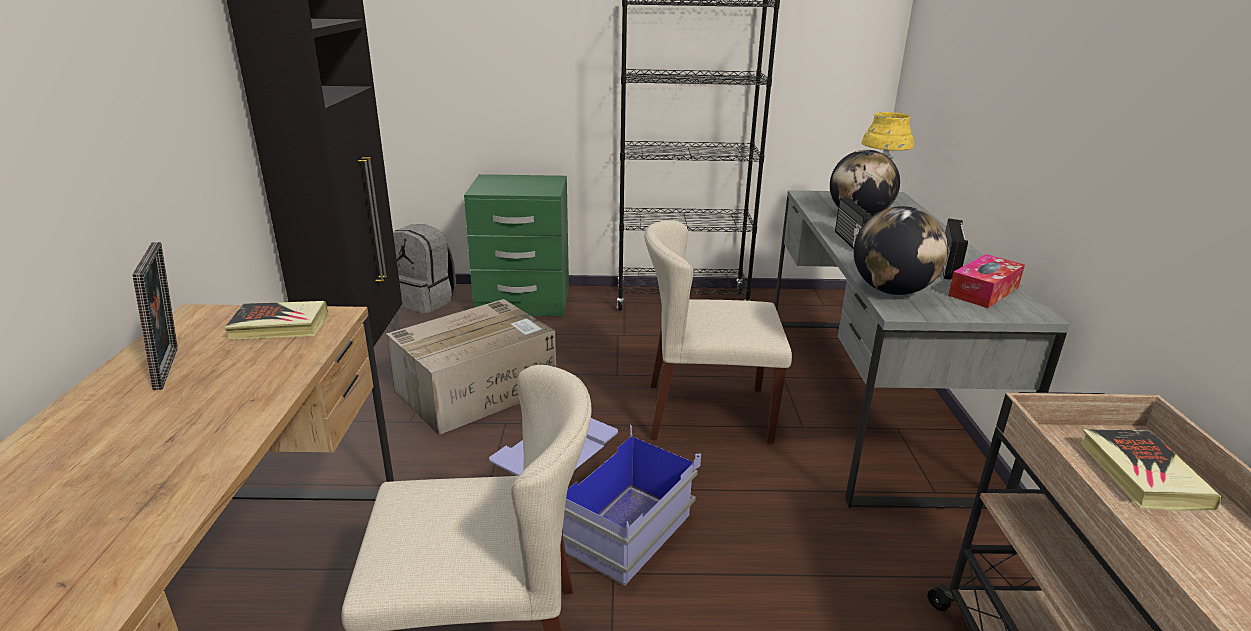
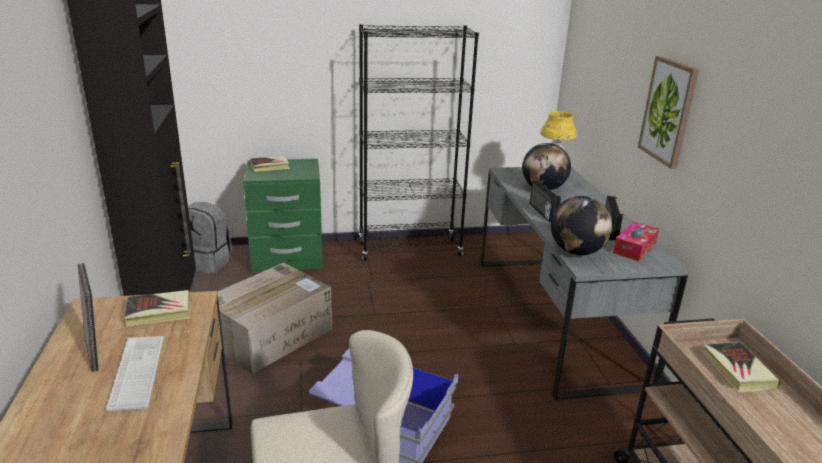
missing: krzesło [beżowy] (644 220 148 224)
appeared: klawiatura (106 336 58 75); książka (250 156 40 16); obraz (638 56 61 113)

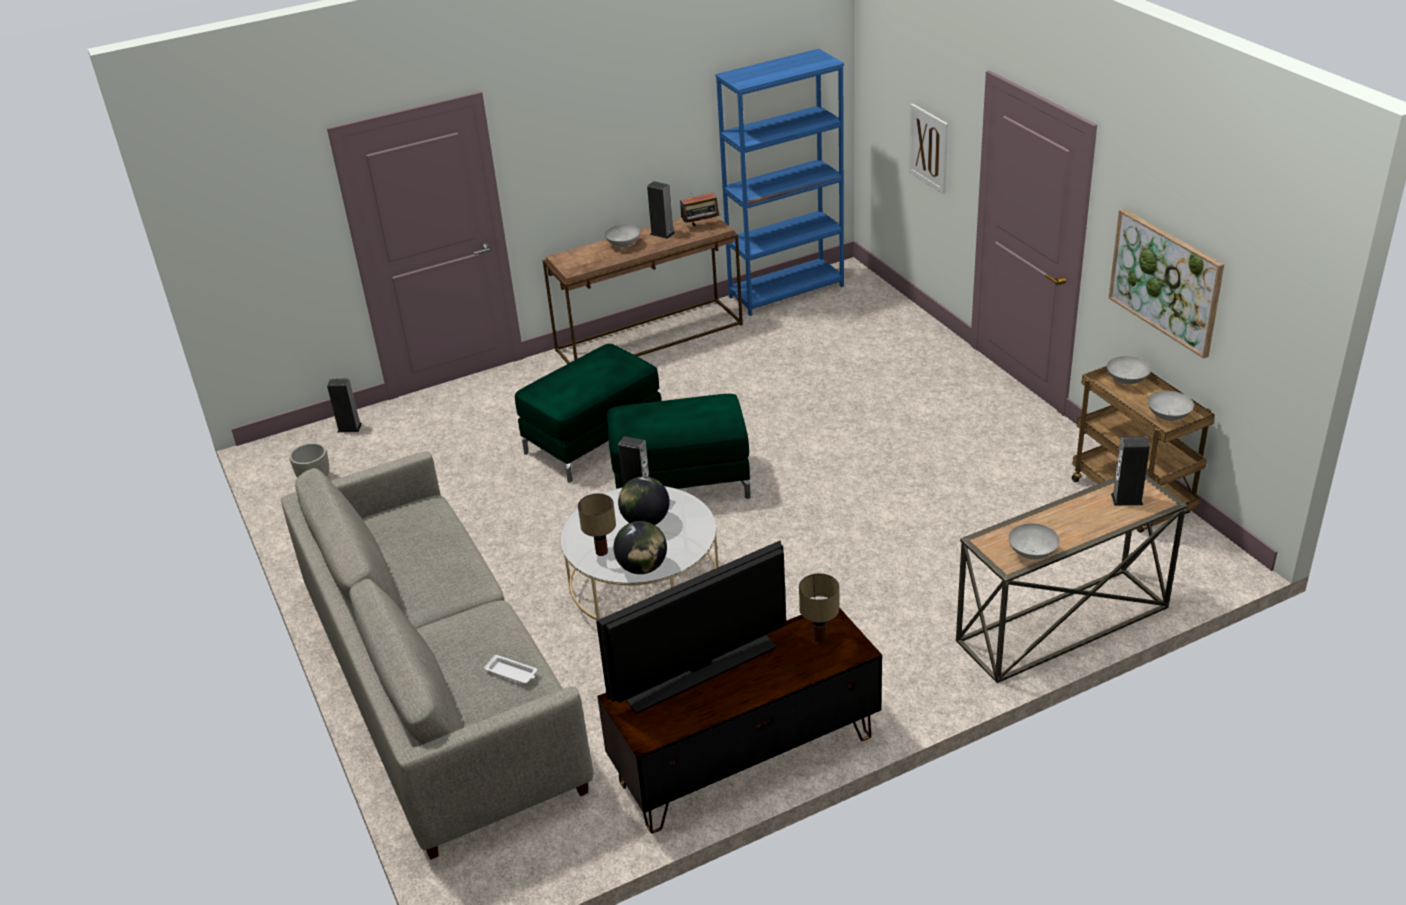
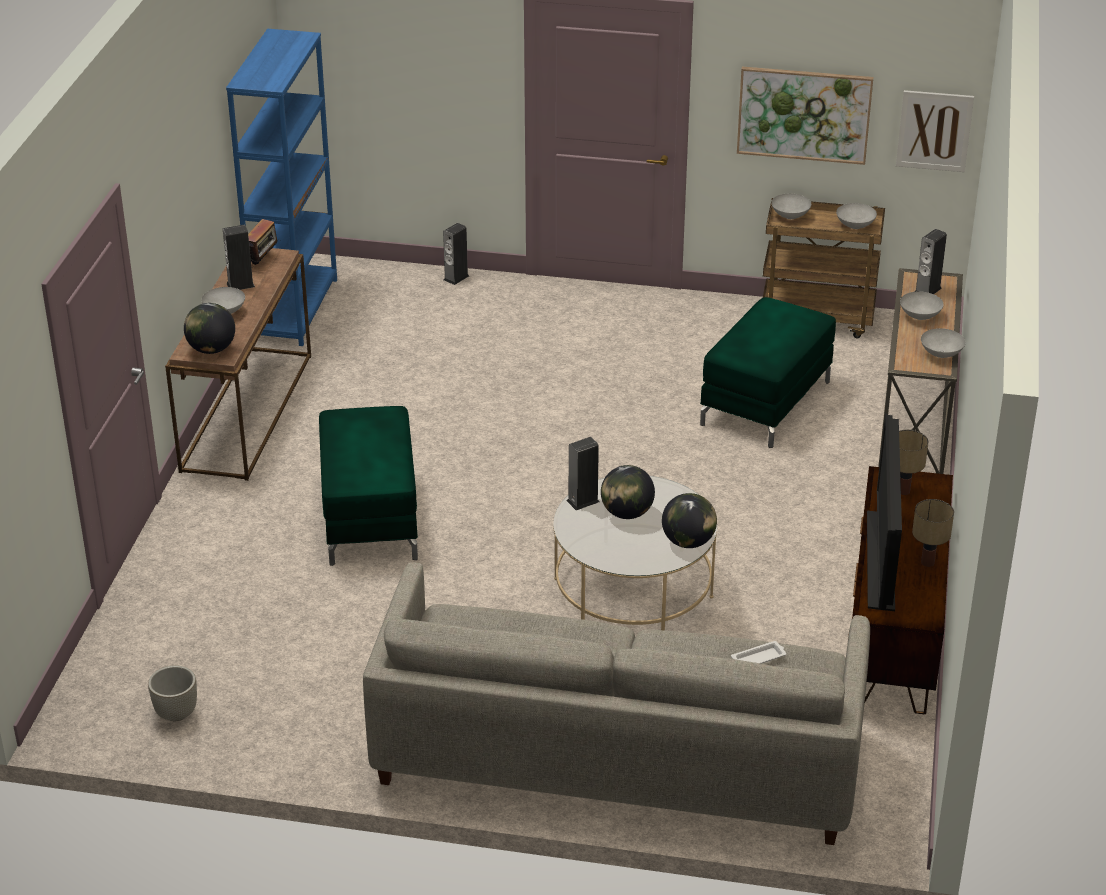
appeared: globus (184 303 51 51); miska [szary] (900 291 44 29)
relocated: głośnik (327 378 35 55) to (443 223 26 62); lampa stołowa (578 493 38 63) to (912 499 42 68); pufa [zielony] (607 394 144 105) to (700 297 136 151); obraz (909 104 39 90) to (896 90 78 82)

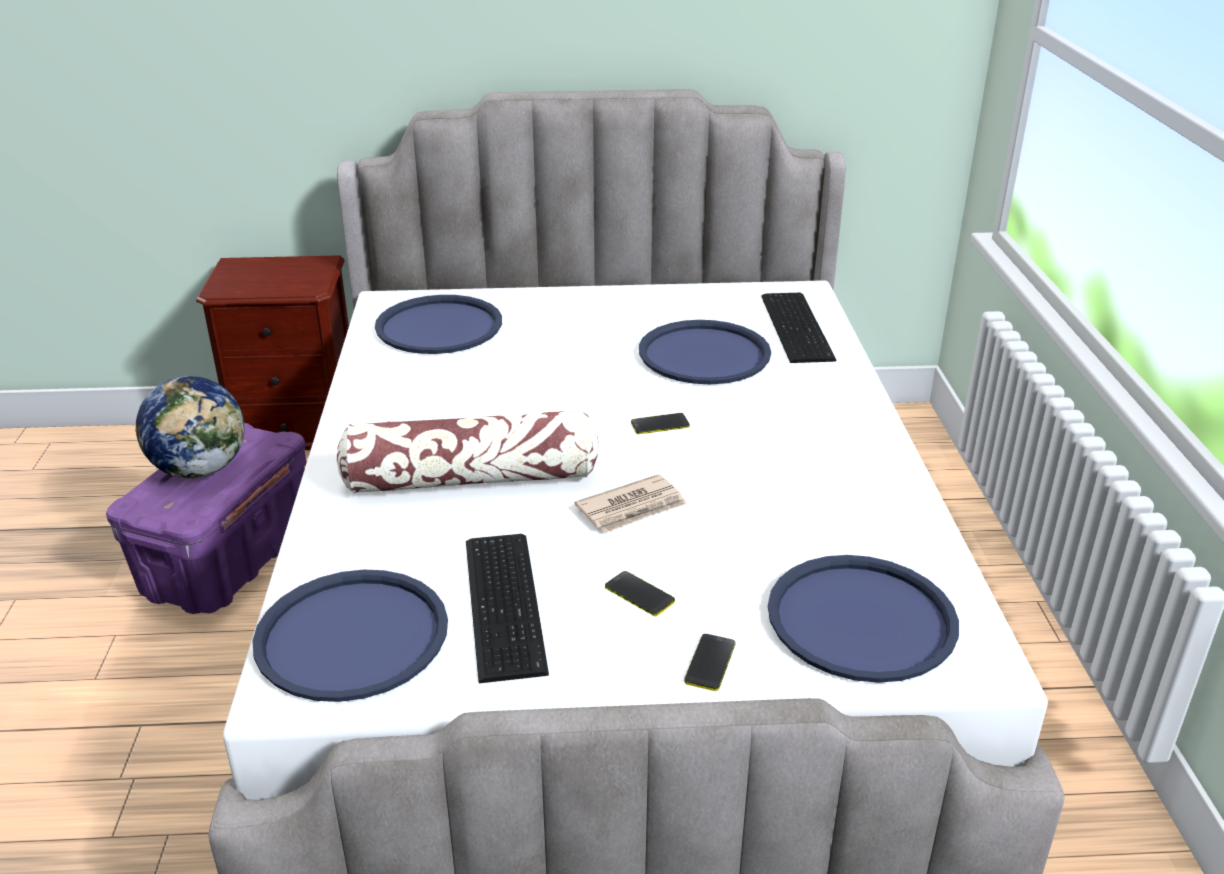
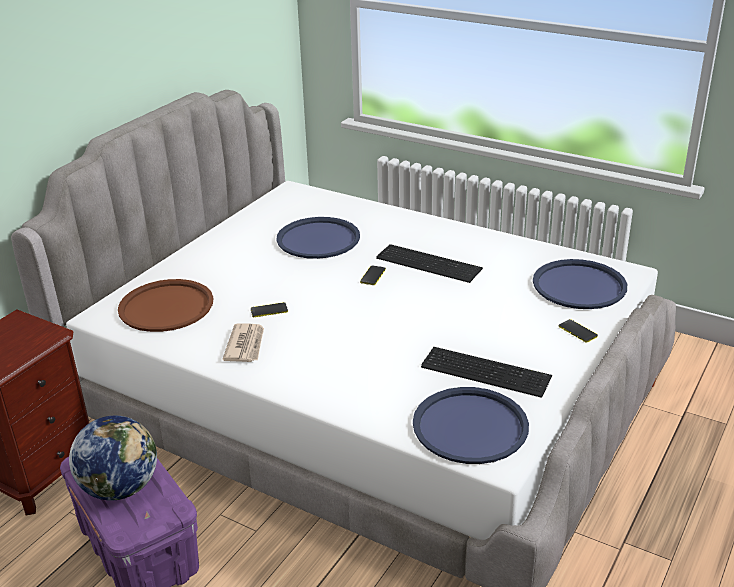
missing: poduszka (337 409 262 85)
relocated: gazeta (575 474 112 59) to (222 324 42 38); telefon (605 571 70 45) to (251 302 37 15); klawiatura (761 293 75 70) to (376 244 107 39)
colour: taca [niebieski] (375 295 127 59) to taca [brązowy] (118 279 95 53)

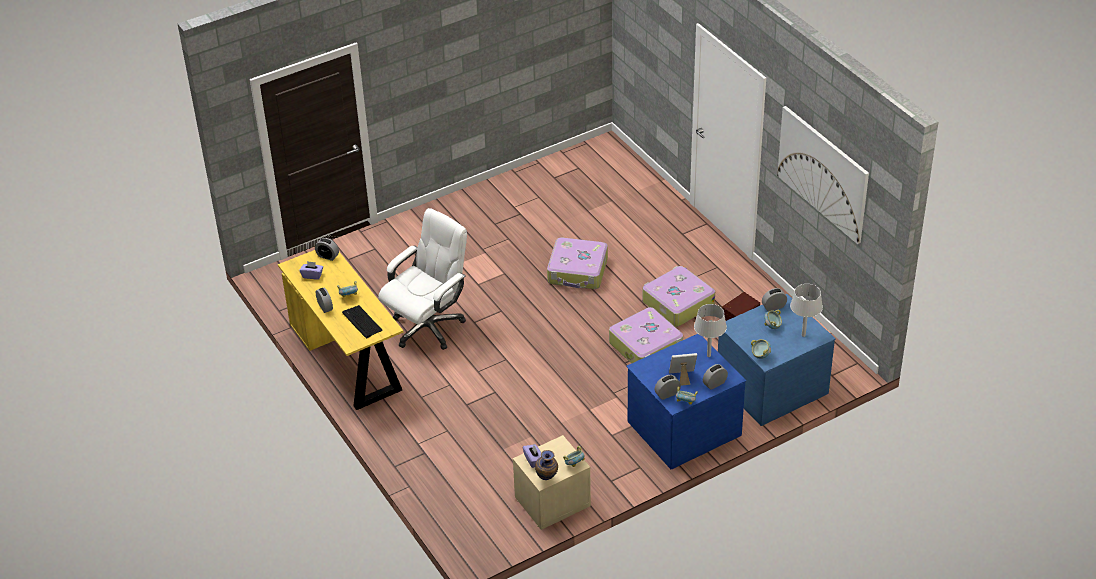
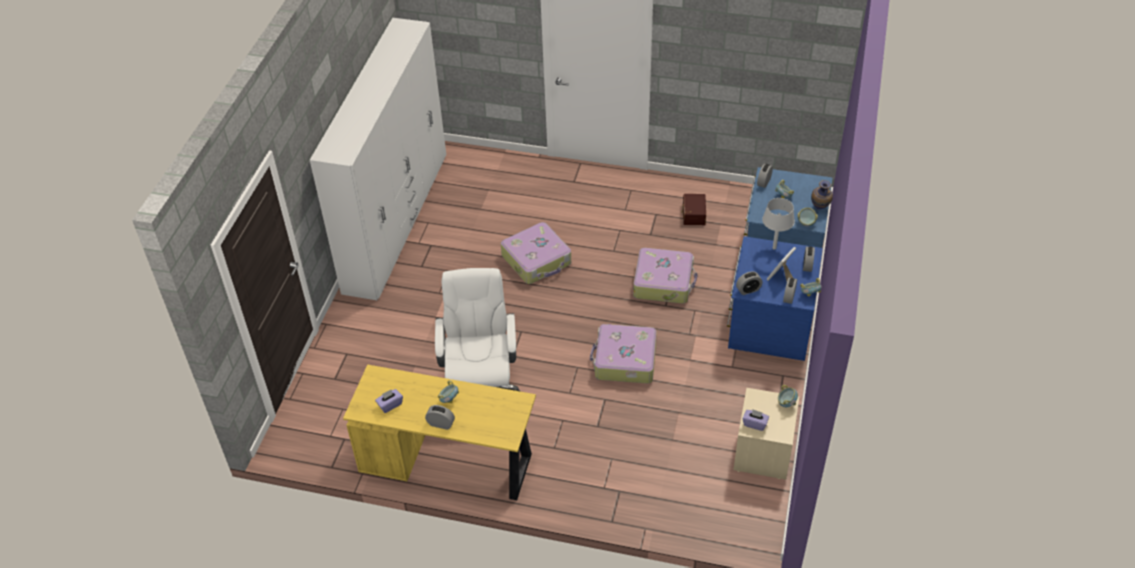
missing: klawiatura (342 305 41 33); obraz (777 106 92 138); lampa stołowa [szary] (790 284 33 53)
appeared: szafa [biały] (310 18 136 282)
relocated: budzik (315 238 24 23) to (736 271 27 24); wazon (535 450 23 30) to (811 180 22 30); walizka (642 266 73 61) to (590 324 67 59)

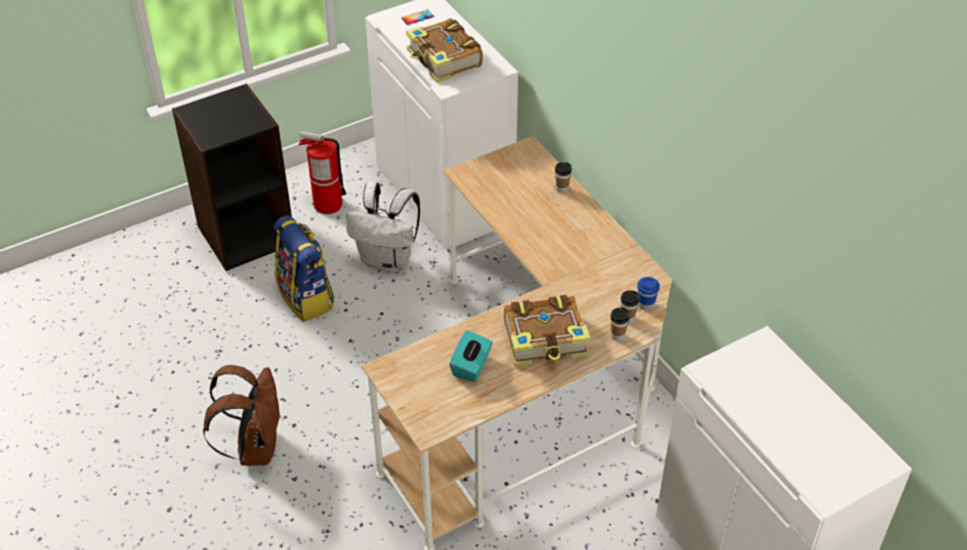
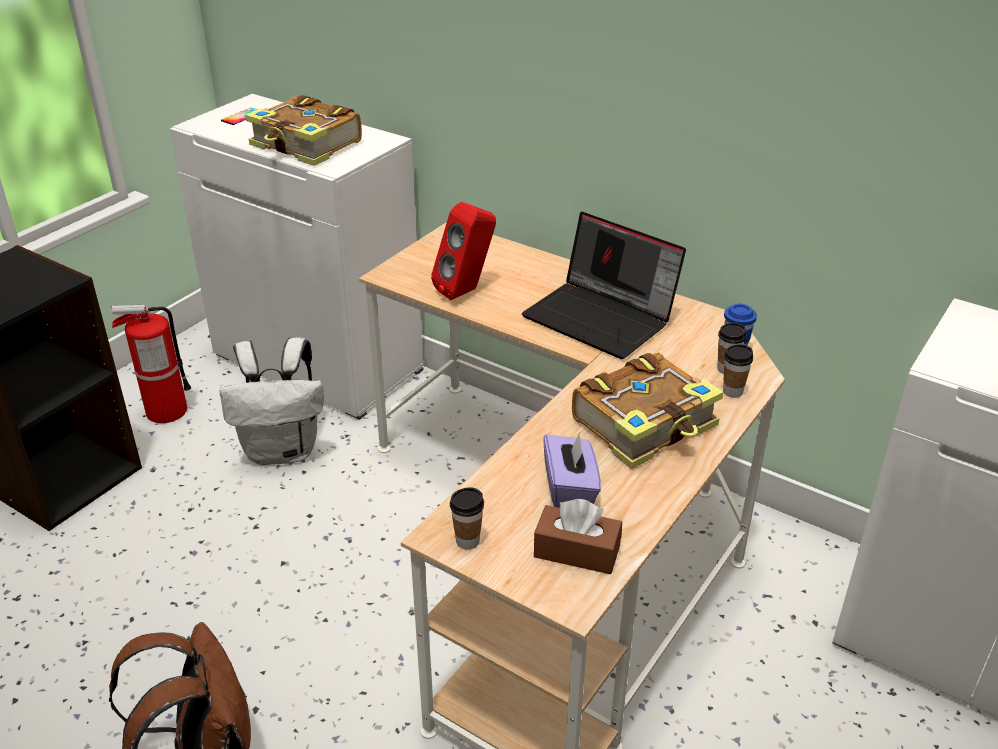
missing: plecak (274 215 60 107)
appeared: głośnik [czerwony] (431 202 65 98); laptop (522 212 164 147); pudełko chusteczek [brązowy] (534 499 88 75)
relocated: filiżanka (555 162 17 31) to (450 487 34 63)
colour: pudełko chusteczek [turkusowy] (449 330 44 52) to pudełko chusteczek [fioletowy] (543 433 58 75)

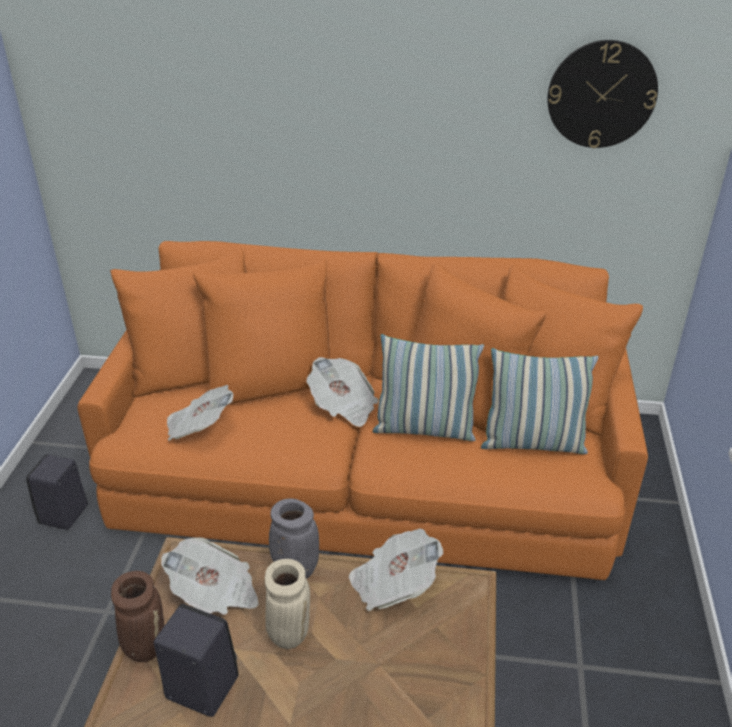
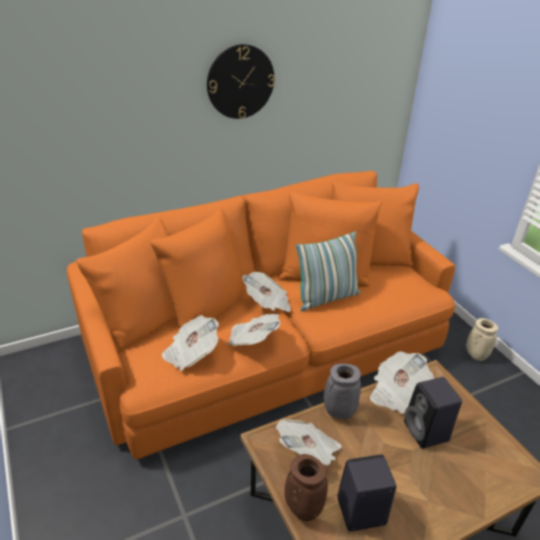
missing: poduszka (481 348 118 106)
appeared: gazeta (227 314 54 32)
relocated: głośnik [czarny] (26 454 62 76) to (404 377 58 72); wazon [beżowy] (265 559 45 90) to (466 318 32 43); zegar ścienny (547 40 111 108) to (207 44 68 75)

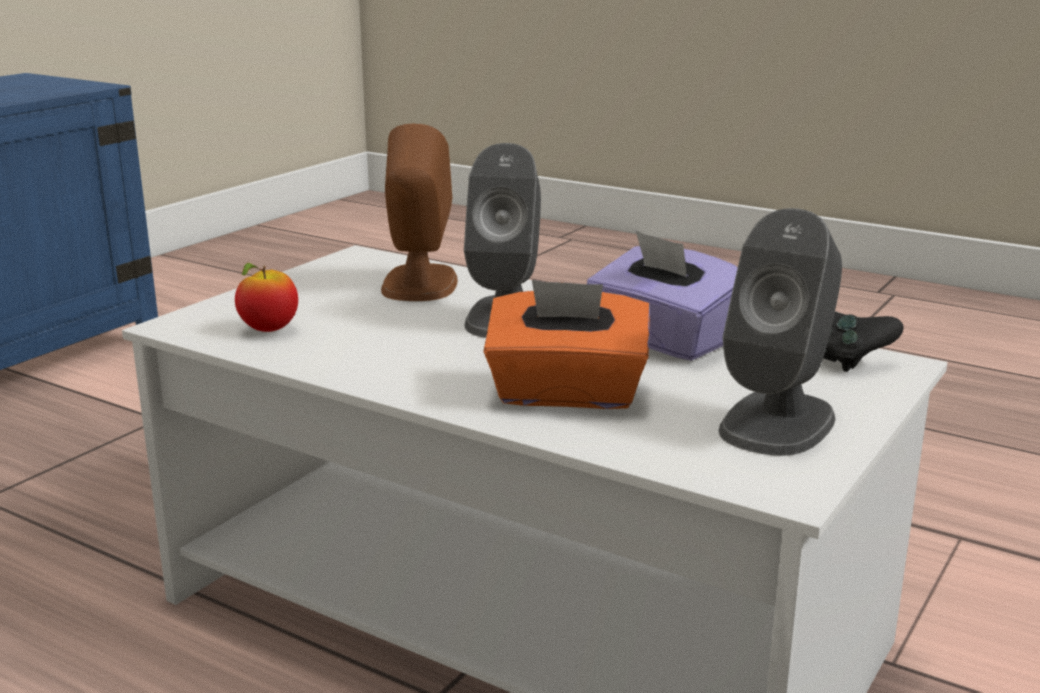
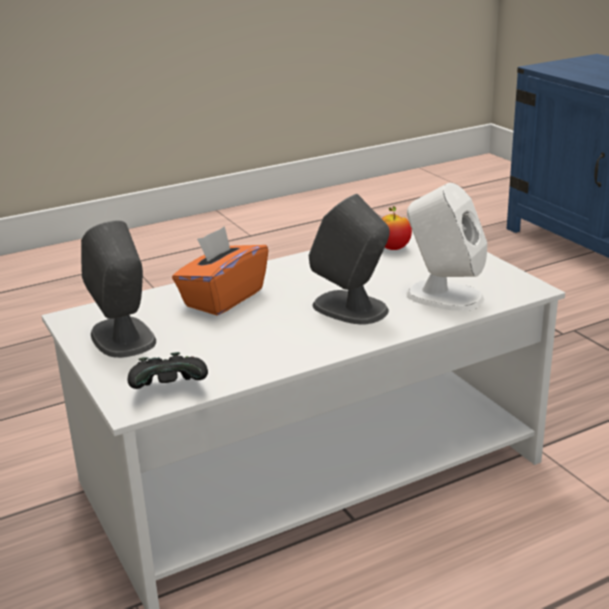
missing: pudełko chusteczek [fioletowy] (587 230 151 131)
colour: głośnik [brązowy] (381 124 77 177) to głośnik [biały] (406 183 81 128)

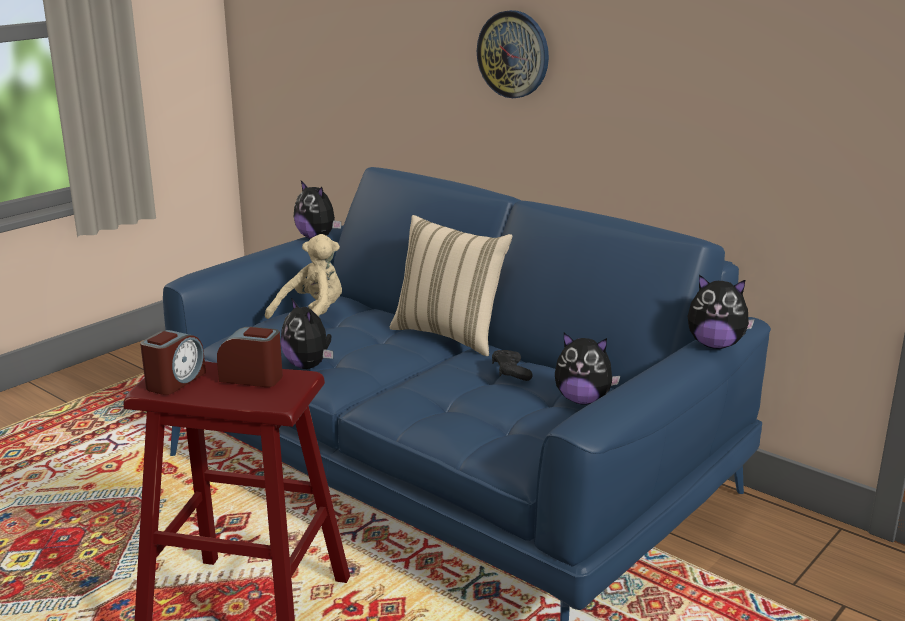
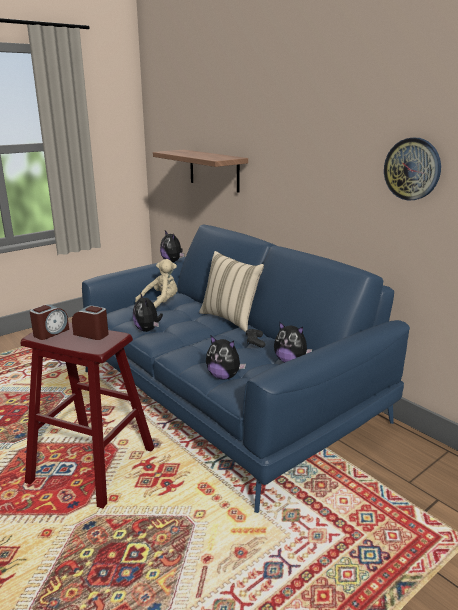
appeared: półka (153 150 95 43)
relocated: zegar ścienny (477 10 72 88) to (384 138 57 63); pluszak (688 274 67 75) to (206 336 40 44)

